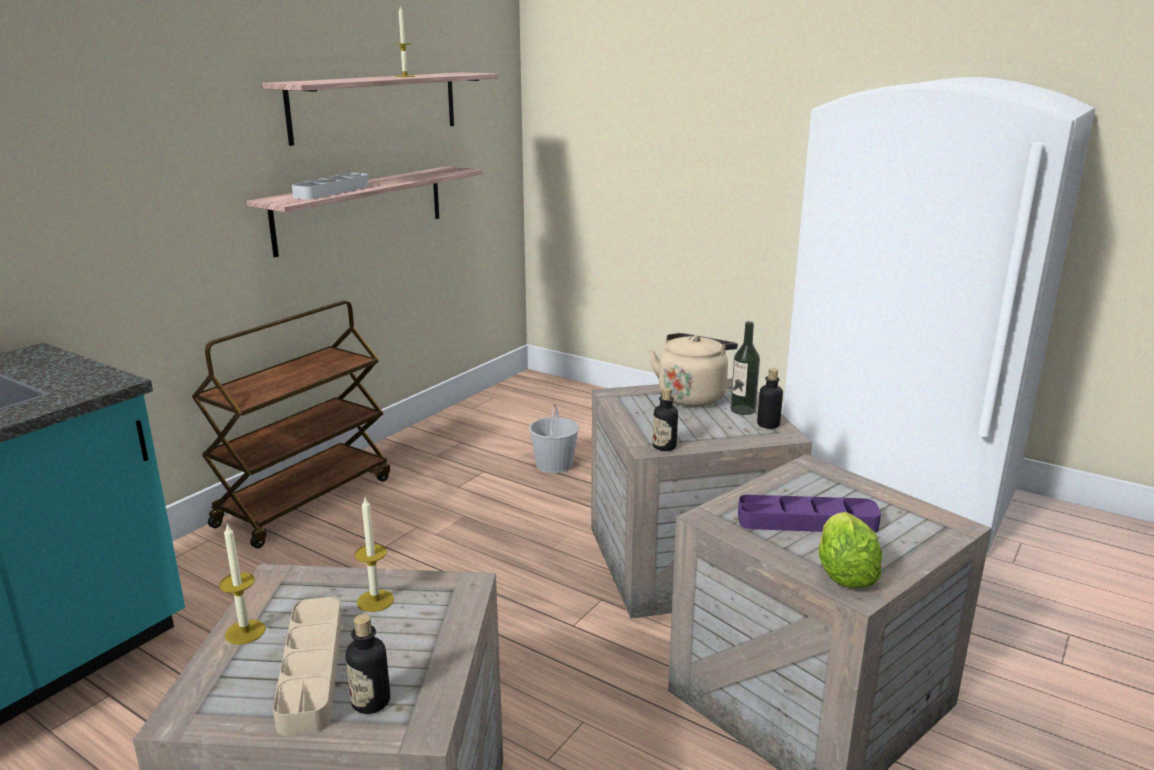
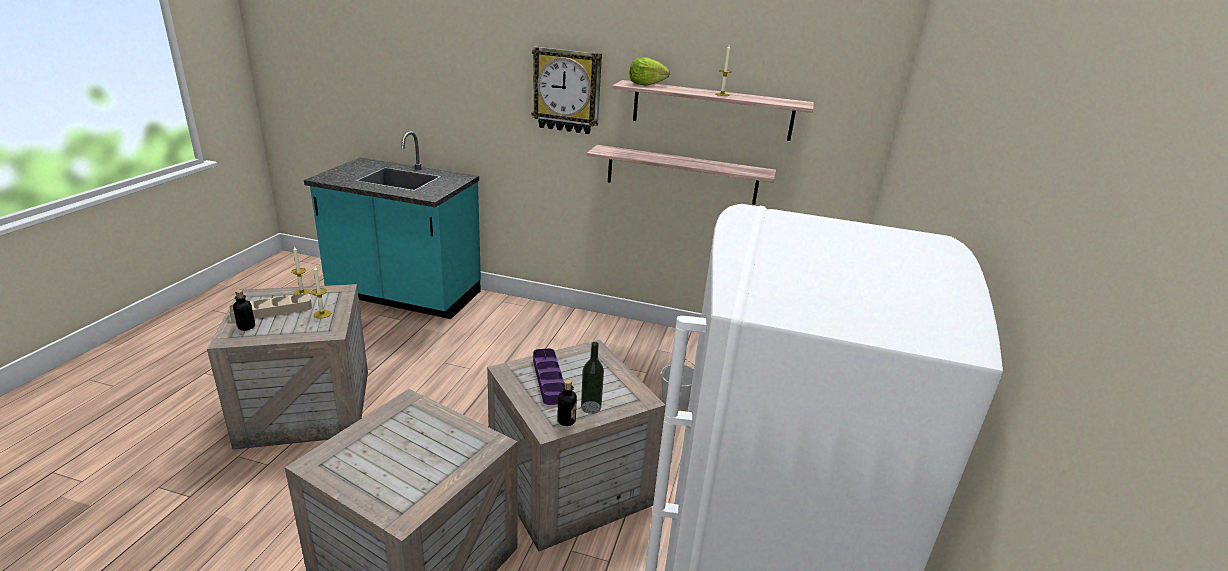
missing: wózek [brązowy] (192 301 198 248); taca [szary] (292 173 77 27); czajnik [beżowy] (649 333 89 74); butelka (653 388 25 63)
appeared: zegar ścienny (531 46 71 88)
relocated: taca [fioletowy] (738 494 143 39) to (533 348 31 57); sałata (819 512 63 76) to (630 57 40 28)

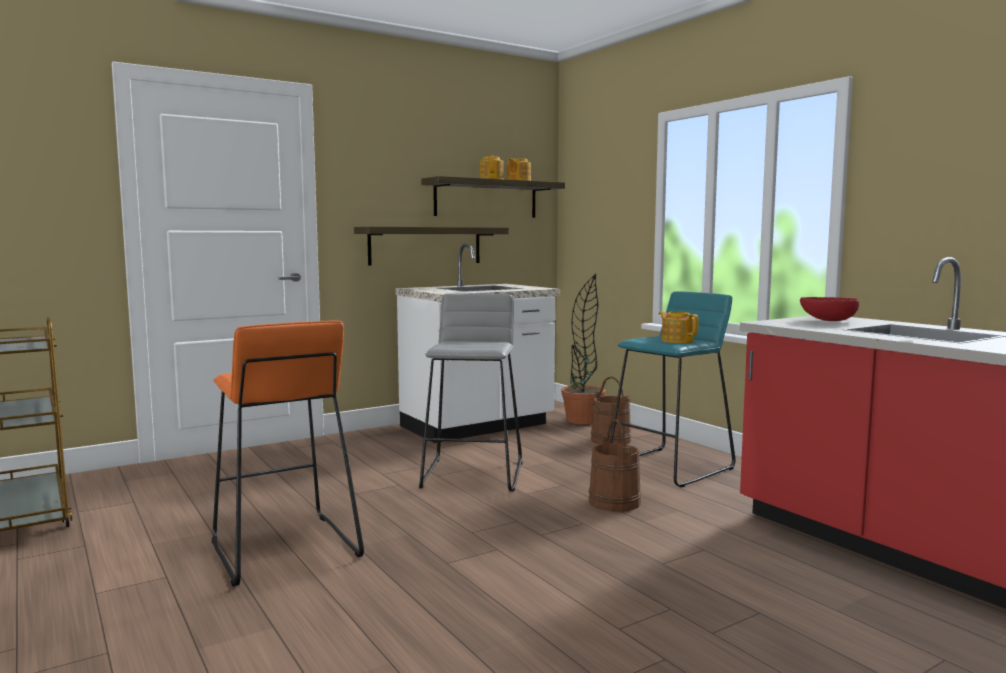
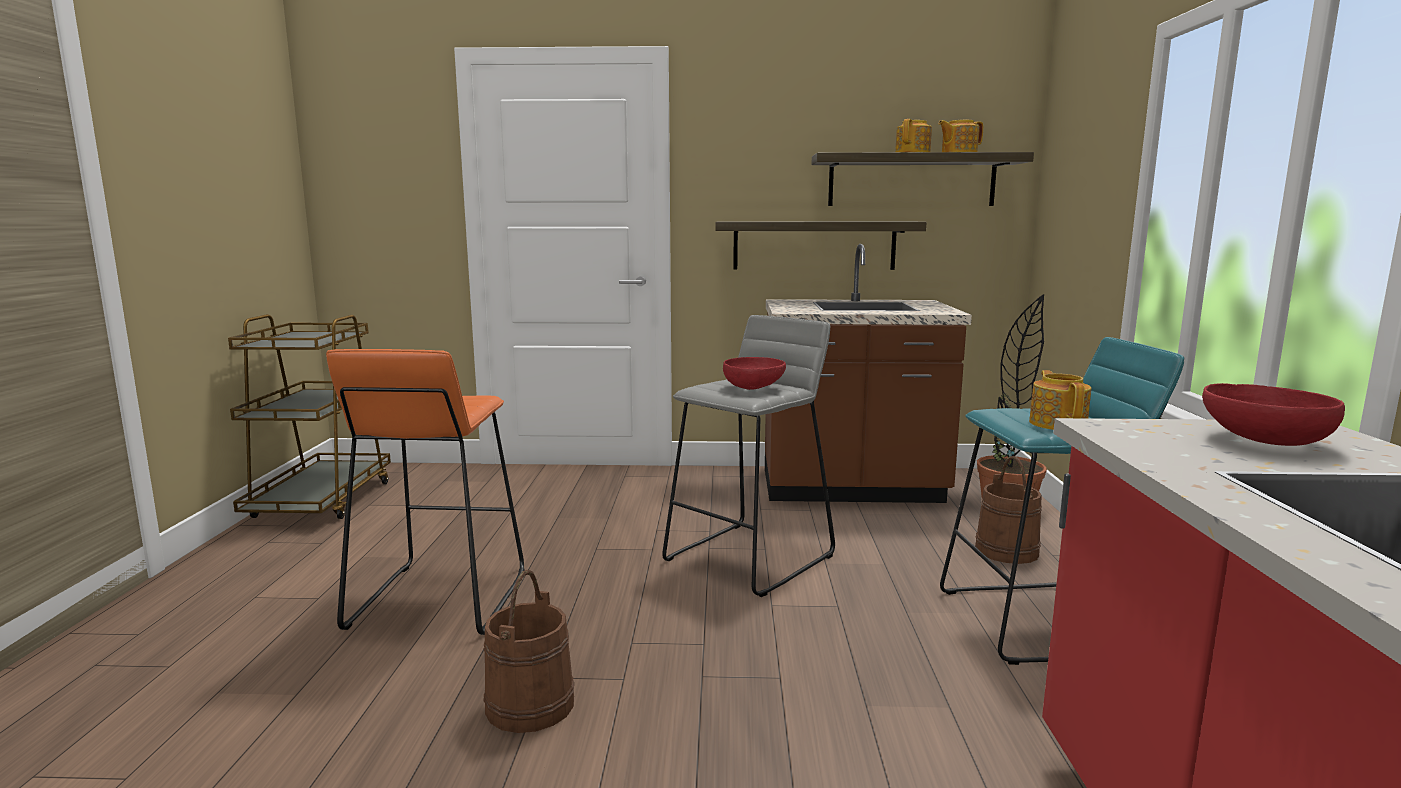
appeared: miska [czerwony] (723 357 63 33)
relocated: wiadro [brązowy] (589 419 52 93) to (483 570 91 163)
colour: zabudowa kuchenna [biały] (395 244 165 199) to zabudowa kuchenna [brązowy] (765 244 207 259)

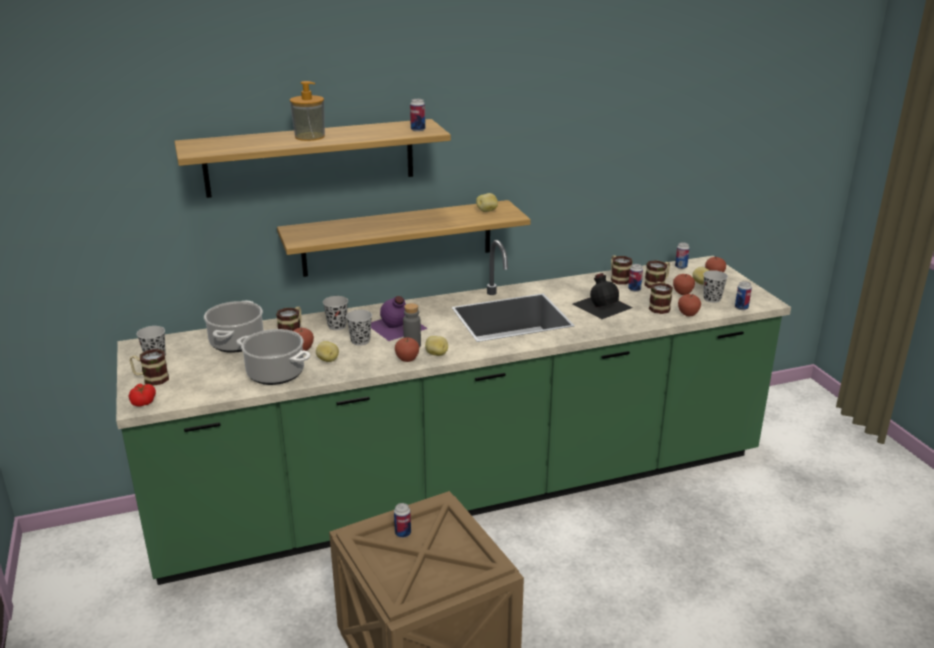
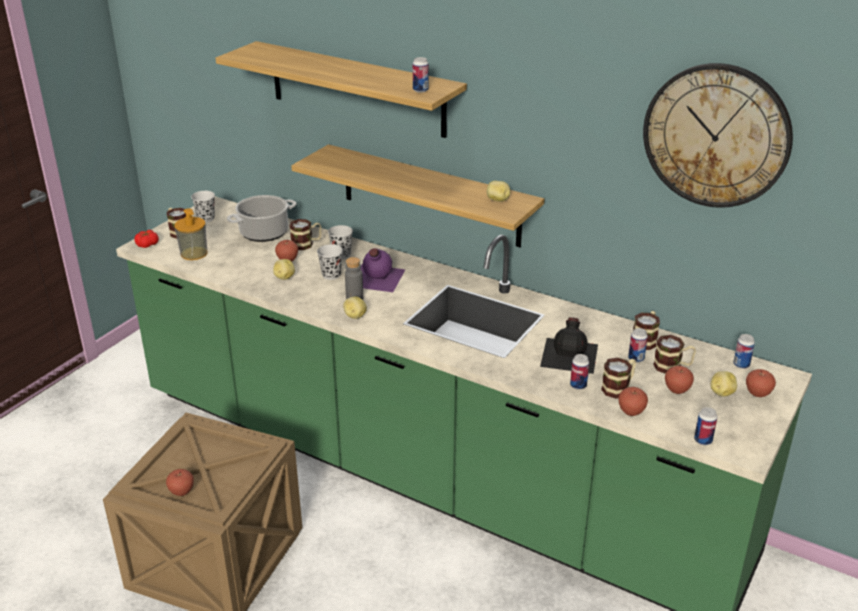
missing: garnek (237 329 73 56); filiżanka [czarny] (703 270 25 33)
appeared: zegar ścienny (643 63 150 145)
relocated: dozownik mydła (290 81 35 60) to (175 208 32 52); puszka (394 503 17 35) to (570 354 19 36); jabłko (395 337 24 25) to (166 469 28 27)

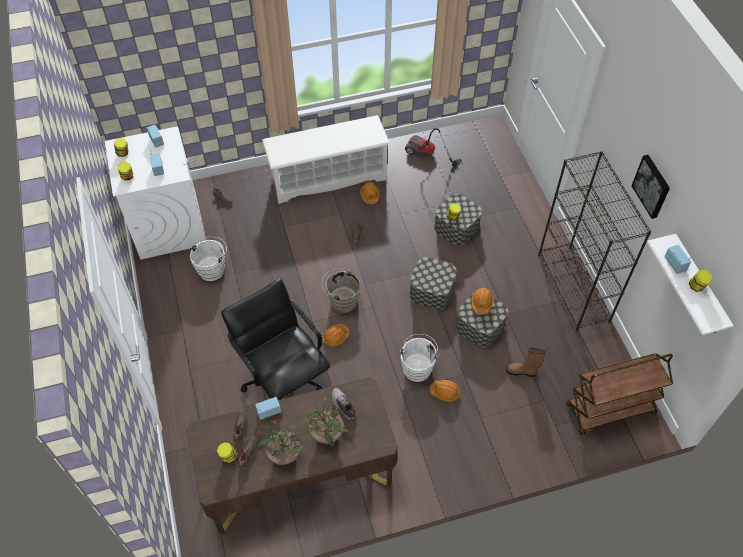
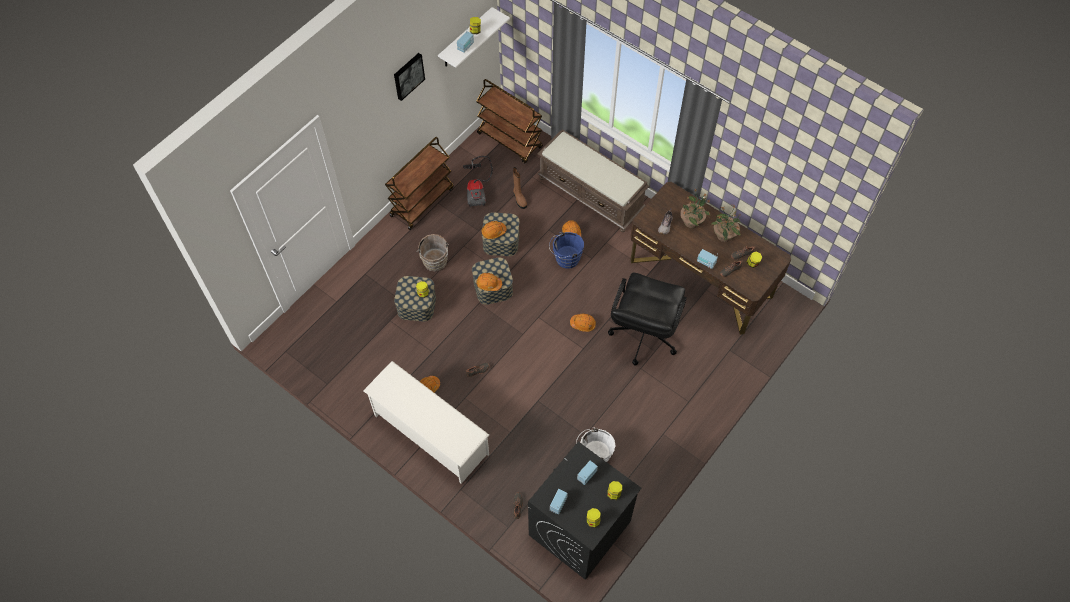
appeared: kask [pomarańczowy] (476 273 26 18); ławka [brązowy] (537 129 112 103)
relocated: wiadro [brązowy] (322 269 39 44) to (417 234 32 38); odkurzacz (405 128 57 45) to (463 156 30 51)
exchanged: regał [czarny] (538 151 113 181) to wózek [brązowy] (385 137 69 93)
colour: pralka [biały] (105 127 101 133) to pralka [czarny] (528 442 114 138); wiadro [biały] (400 334 39 48) to wiadro [niebieski] (549 232 35 37)

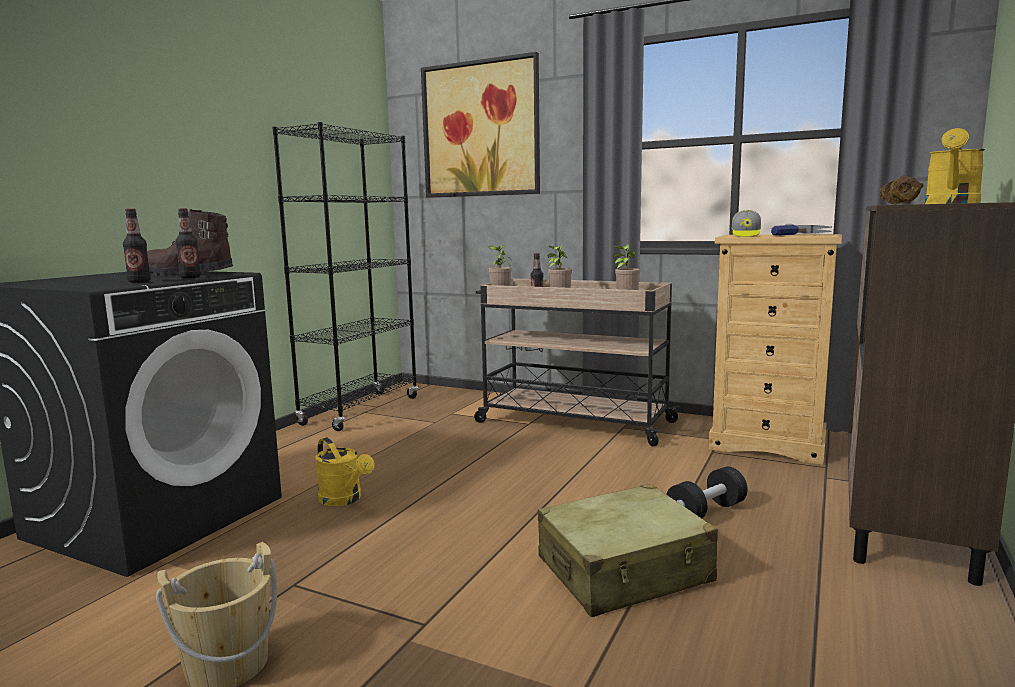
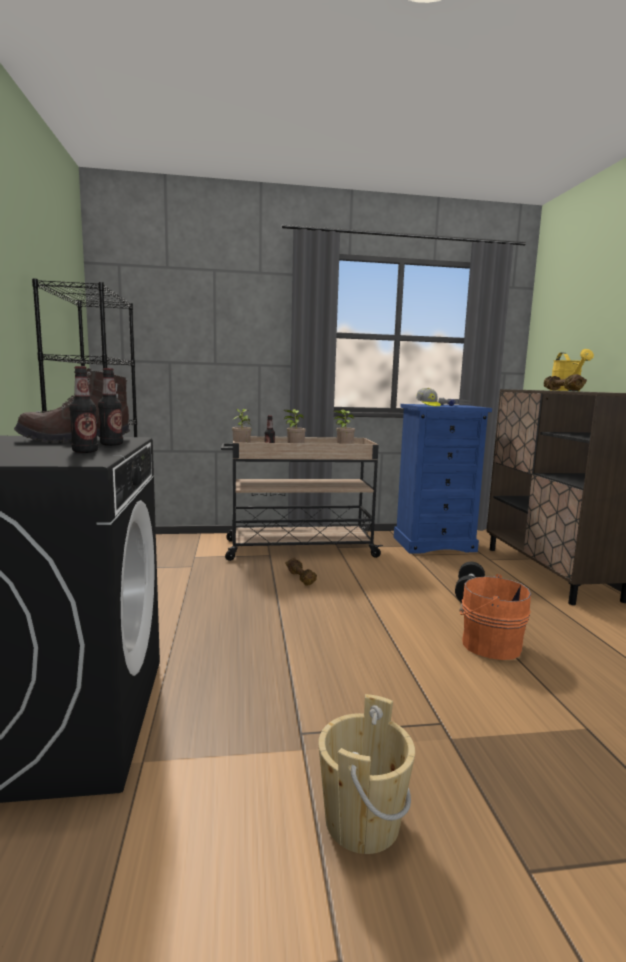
missing: konewka [żółty] (315 438 60 68); obraz (421 52 119 146)
appeared: hantel [brązowy] (285 558 32 28)
exchanged: walizka [beżowy] (538 484 180 133) to wiadro [pomarańczowy] (459 574 72 86)
colour: komoda [beżowy] (708 234 134 231) to komoda [niebieski] (394 404 98 150)

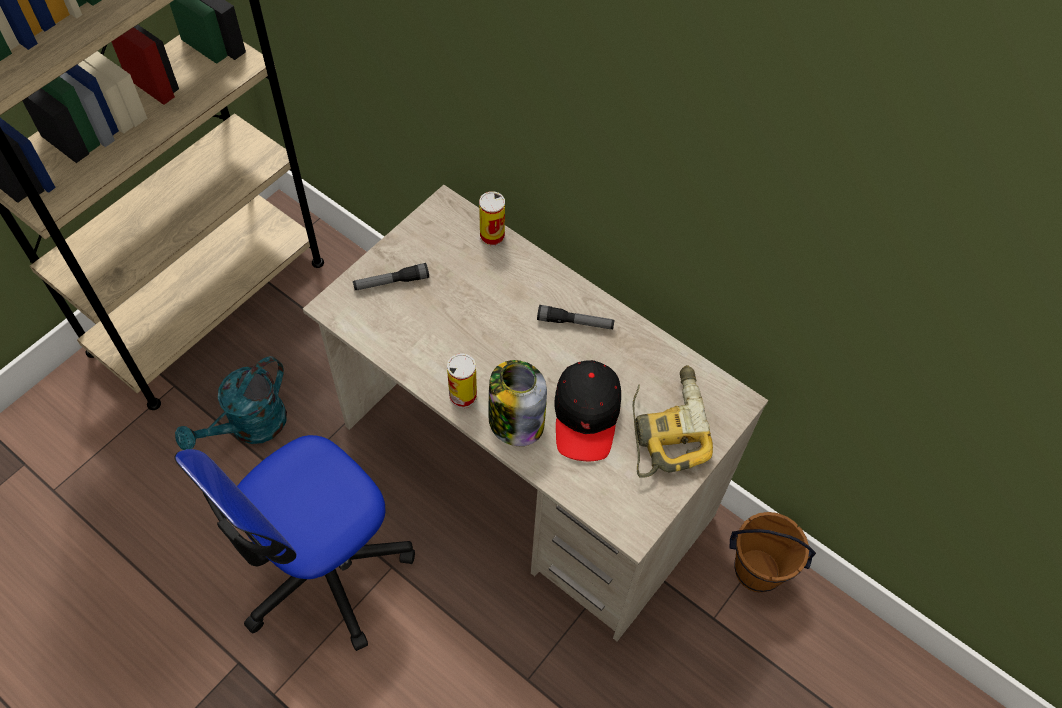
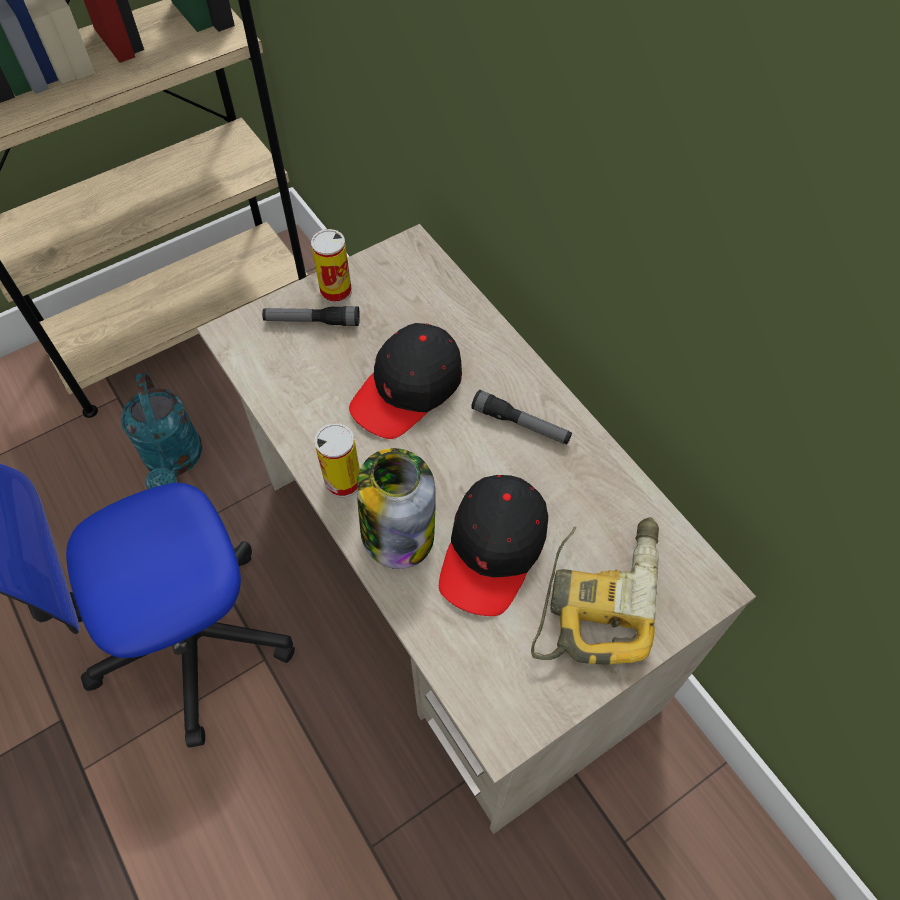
missing: wiadro [brązowy] (729 512 87 81)
appeared: czapka z daszkiem [czarny] (349 323 113 116)
relocated: puszka (479 191 26 55) to (311 229 41 75)
spun: konewka [turkusowy] (175 356 112 94) = (121 372 81 117) 75 degrees counterclockwise

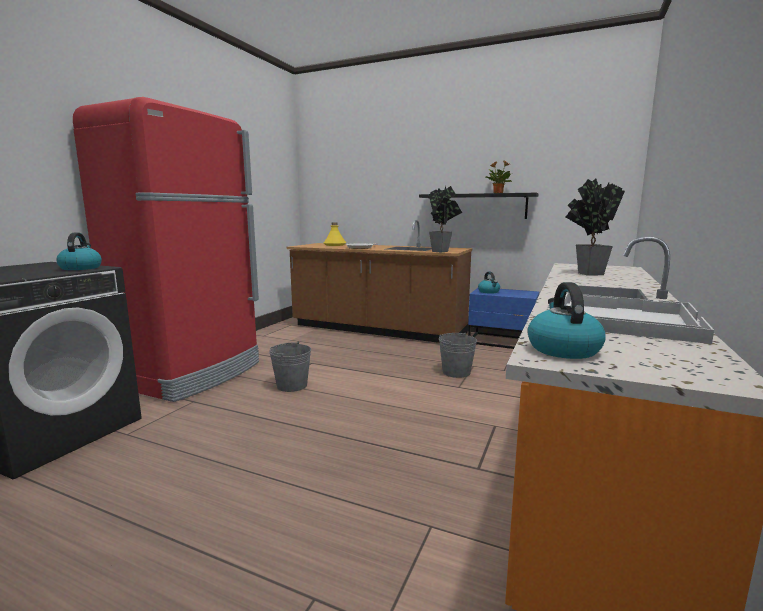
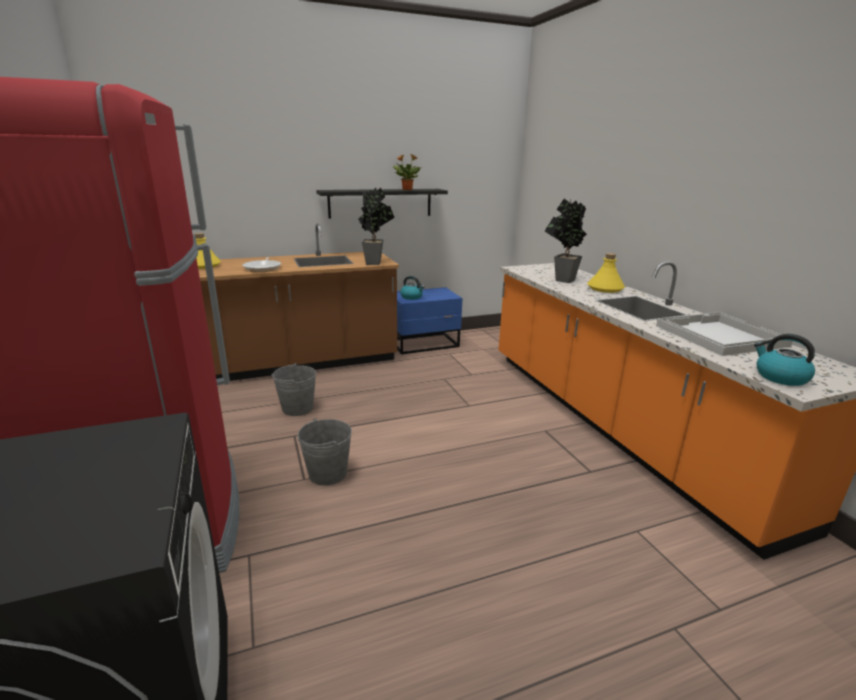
missing: czajnik (56 232 46 38)
appeared: butelka [żółty] (587 253 38 40)
relocated: wiadro [szary] (439 333 38 45) to (271 363 45 53)

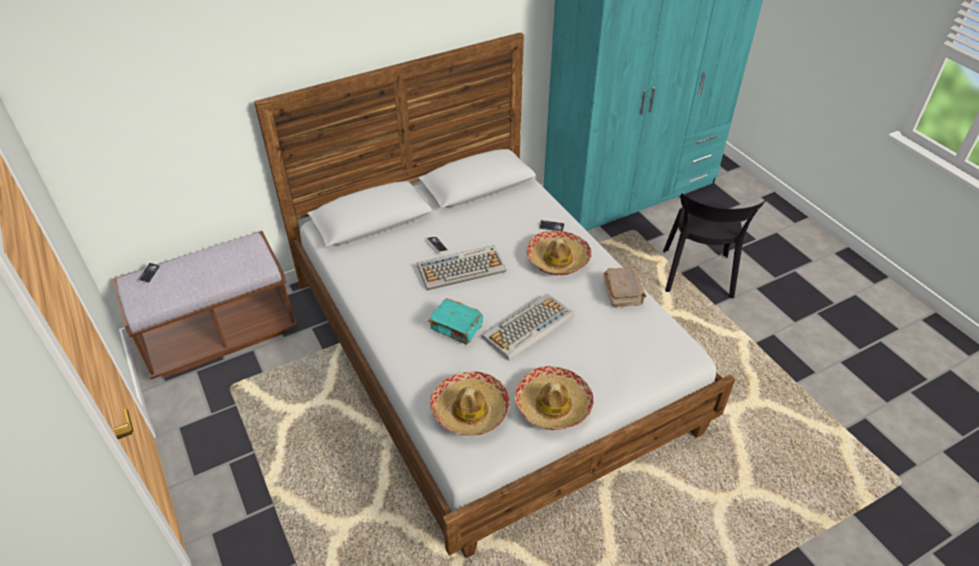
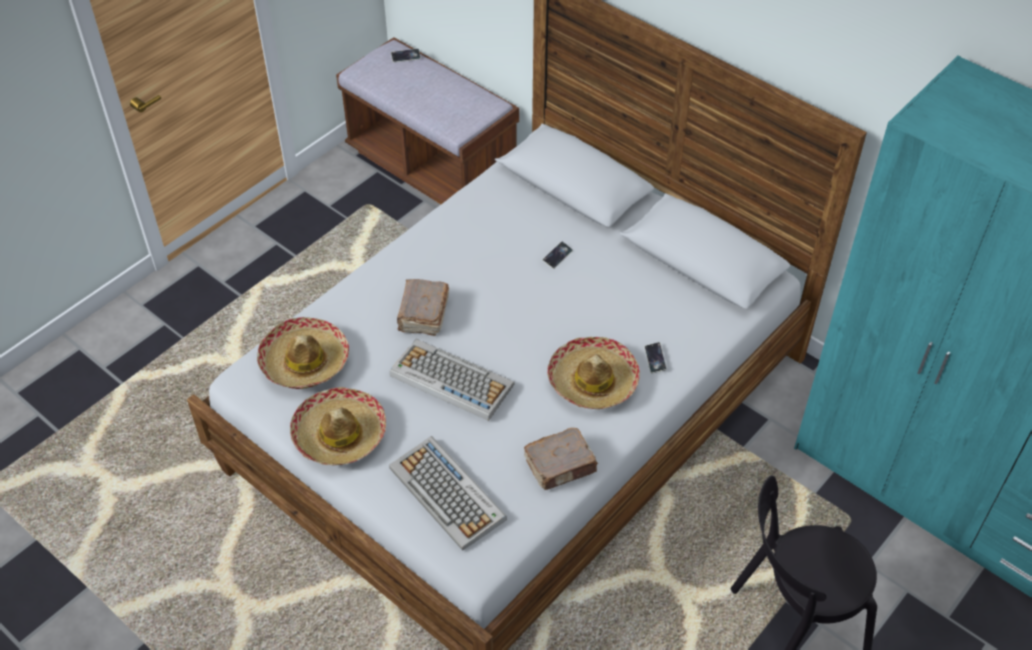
relocated: klawiatura (417 245 89 46) to (389 436 118 115)
colour: książka [turkusowy] (428 298 55 47) to książka [brązowy] (397 279 52 57)

